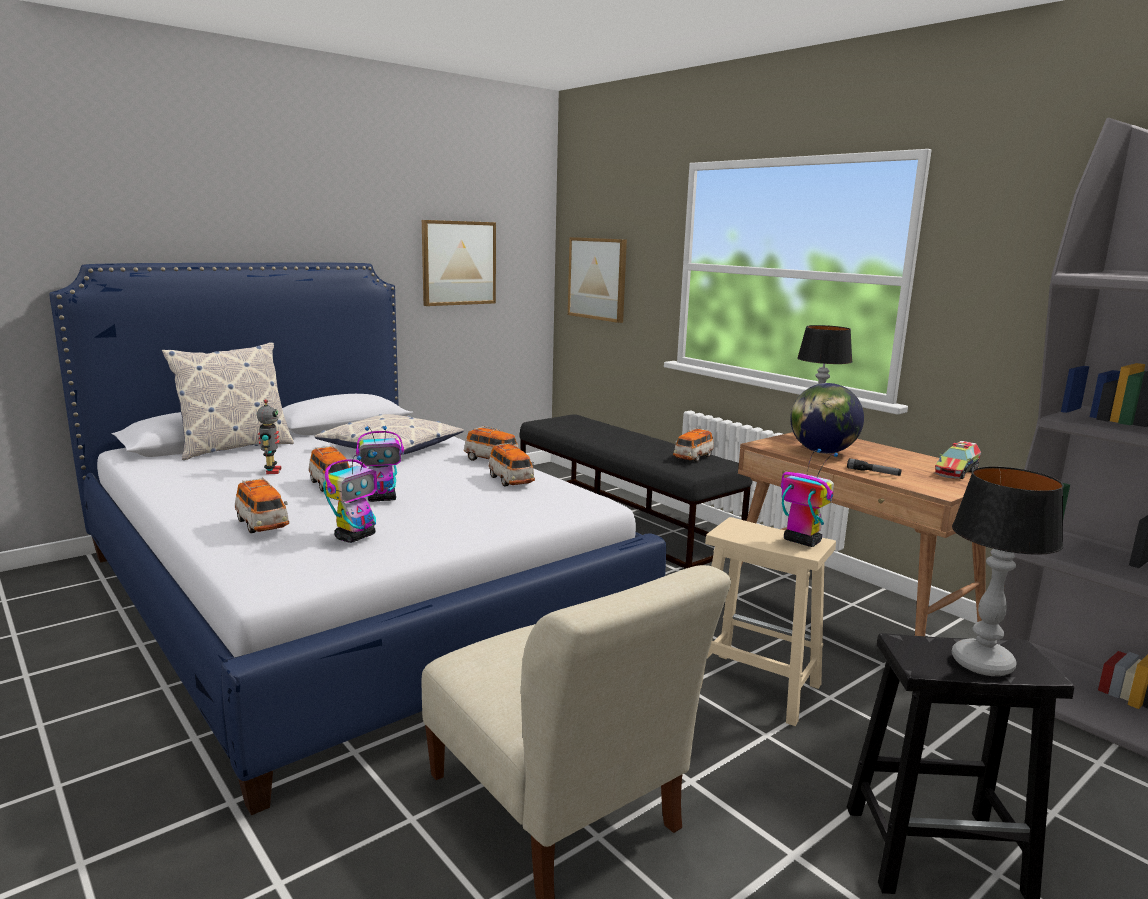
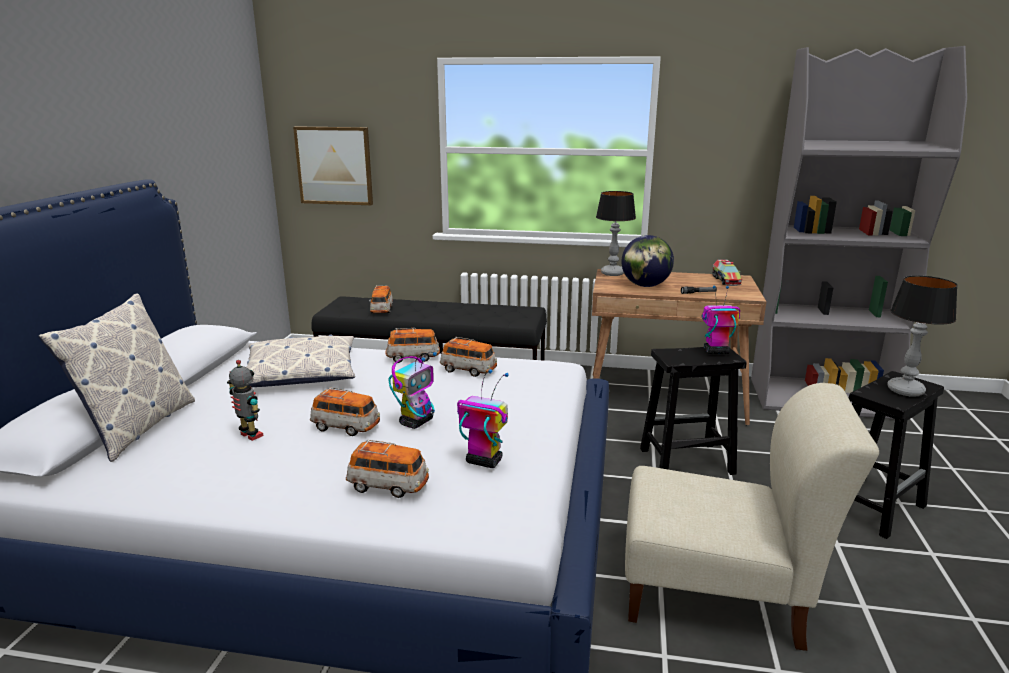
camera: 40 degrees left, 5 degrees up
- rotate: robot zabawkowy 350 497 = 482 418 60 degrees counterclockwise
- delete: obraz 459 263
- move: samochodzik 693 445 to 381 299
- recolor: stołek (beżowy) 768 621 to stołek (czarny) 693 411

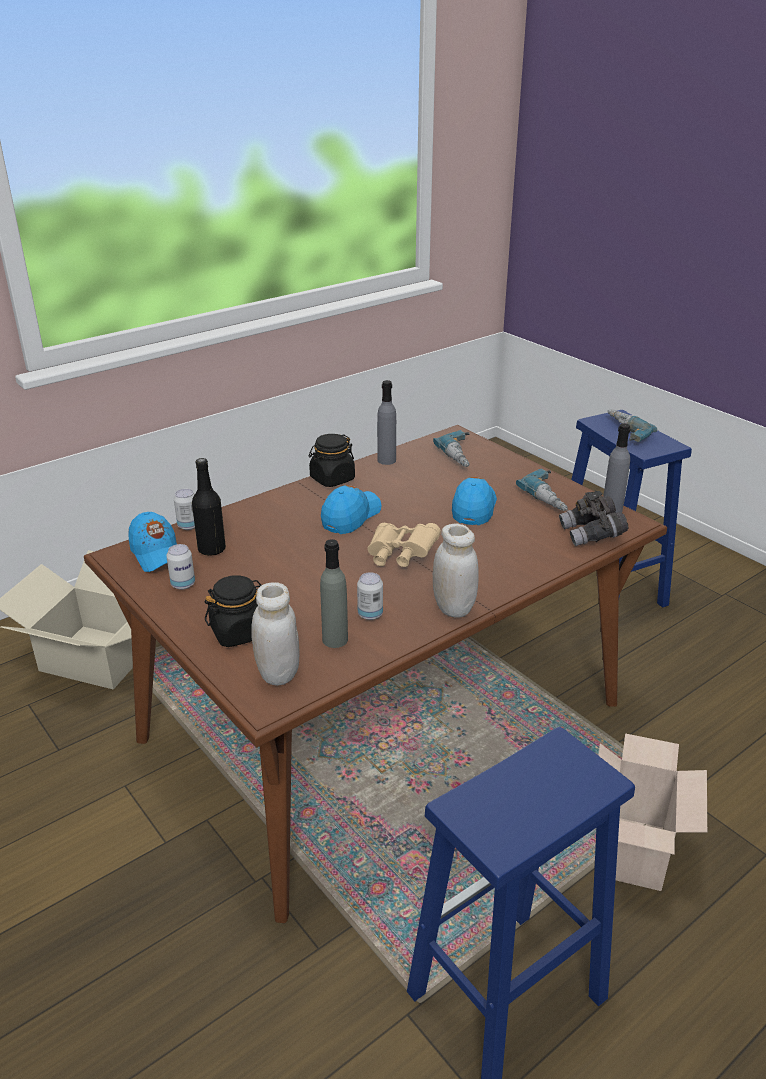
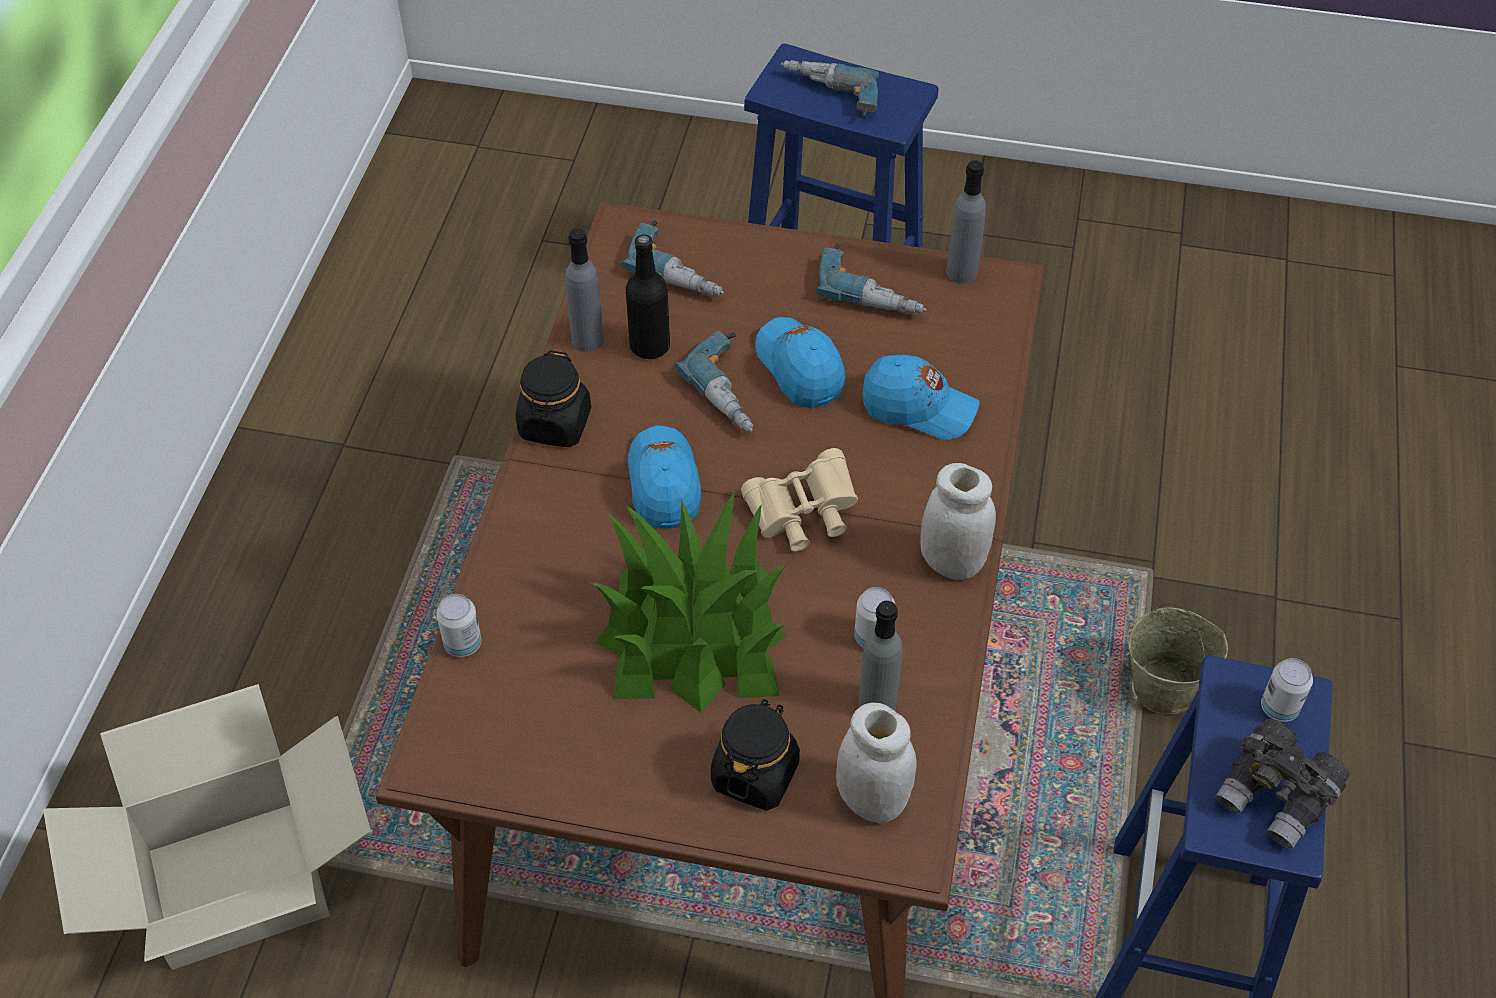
camera: 40 degrees left, 20 degrees up
- move: czapka z daszkiem (niebieski) 153 542 to 921 397
- move: puszka 180 567 to 1287 690
- move: butelka (czarny) 209 507 to 648 296
- move: lornetka (szary) 593 518 to 1282 784
- replace: karton 652 812 to wiadro (beżowy) 1178 659
- insert: roślina doniczkowa 689 601
- insert: wiertarka 714 381

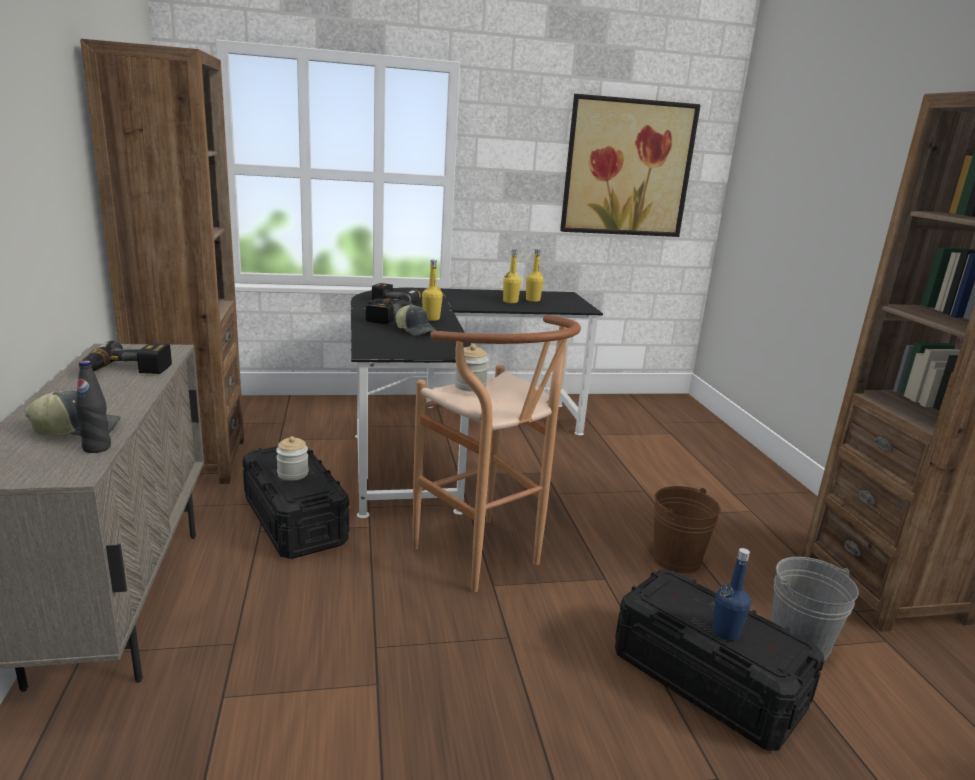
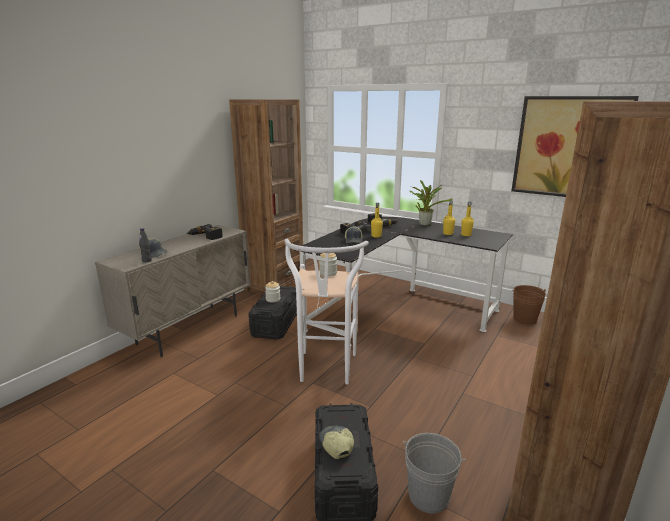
camera: 45 degrees right, 0 degrees up
- recolor: stołek (brązowy) 497 453 to stołek (biały) 327 311
- move: wiadro (brązowy) 686 529 to 529 305
- replace: butelka (niebieski) 731 594 to czapka z daszkiem 336 442
- insert: roślina doniczkowa 431 203

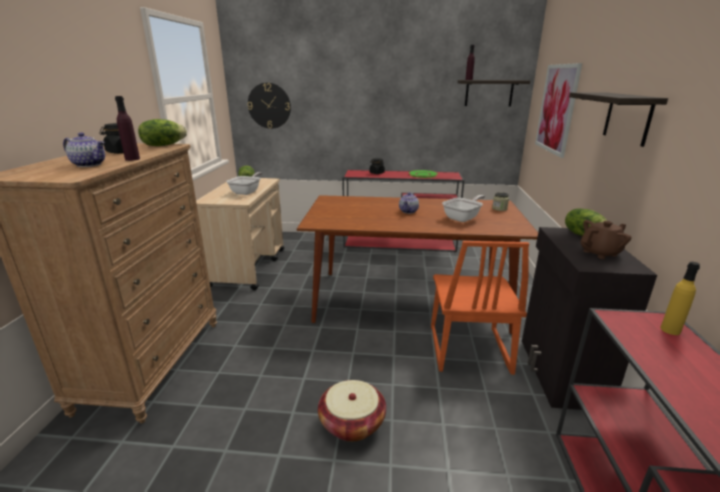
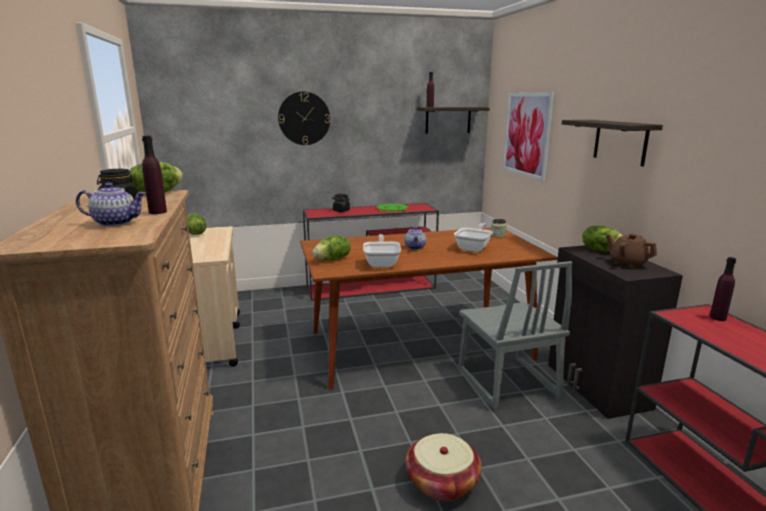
camera: 20 degrees left, 5 degrees down
- move: patelnia 244 183 to 382 251
- move: zegar ścienny 269 106 to 304 118
- recolor: krzesło (pomarańczowy) 480 308 to krzesło (szary) 515 335
- rotate: imbryk (brązowy) 605 239 = 631 251 90 degrees counterclockwise
- recolor: butelka (żółty) 680 298 to butelka (fioletowy) 723 289
- insert: sałata 331 248

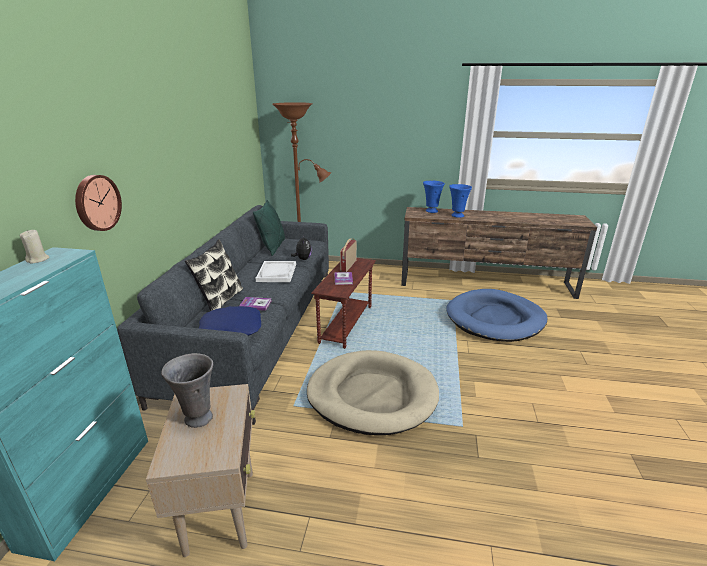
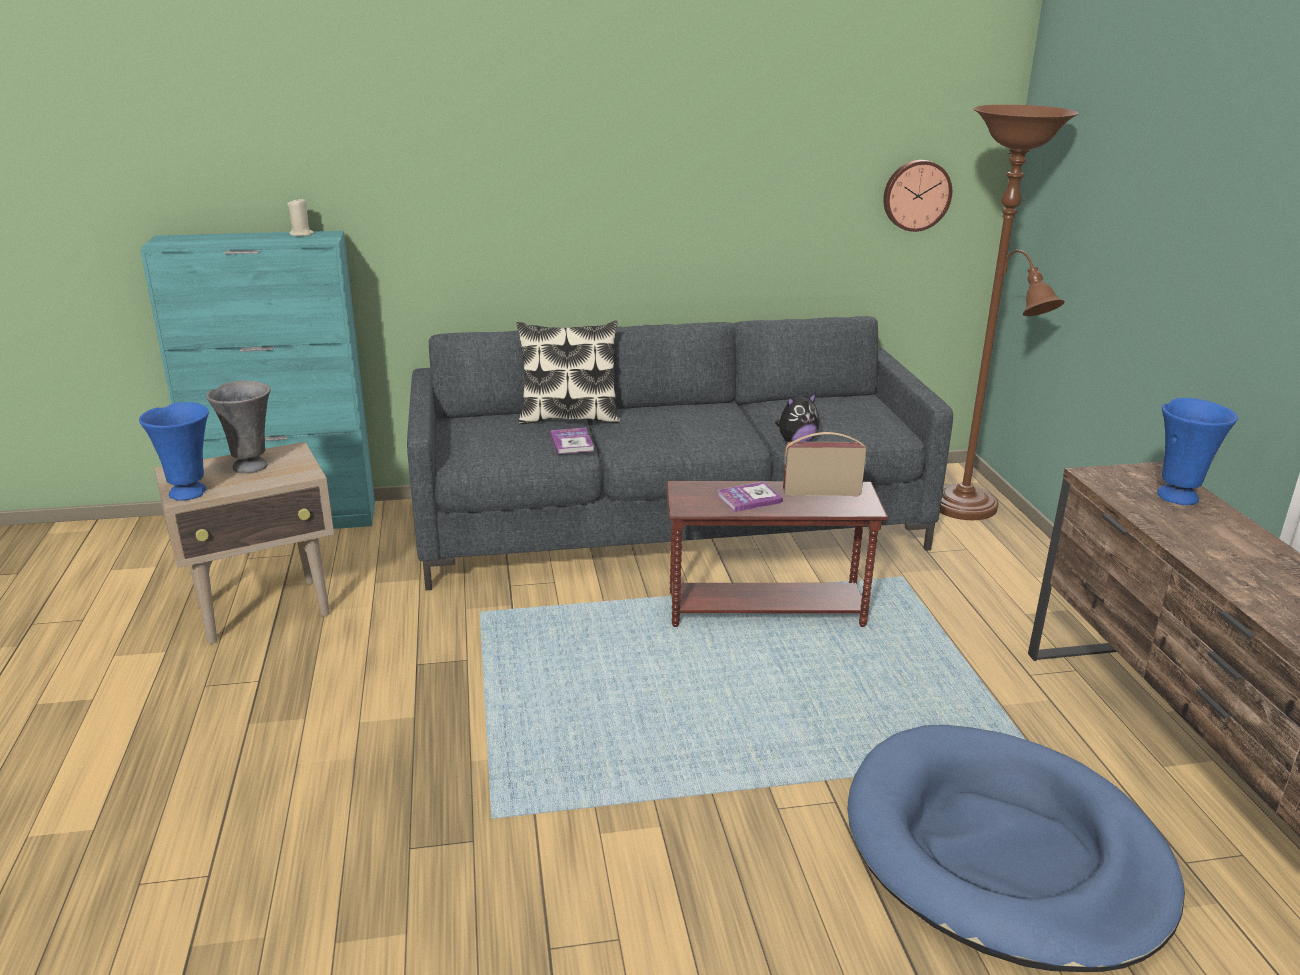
camera: 70 degrees right, 0 degrees up
- move: zegar ścienny 98 203 to 917 196
- delete: poduszka (niebieski) 230 321
- delete: poduszka (zielony) 269 228
- delete: taca (biały) 276 271
- delete: legowisko (beżowy) 373 392
- move: wazon (niebieski) 460 201 to 174 451

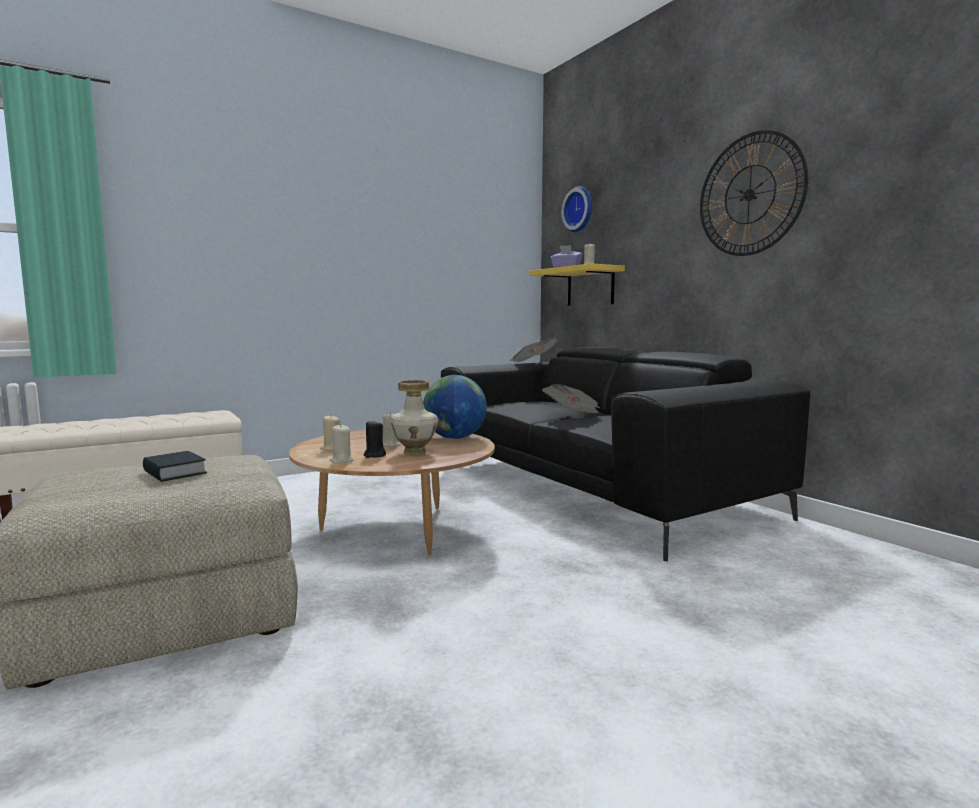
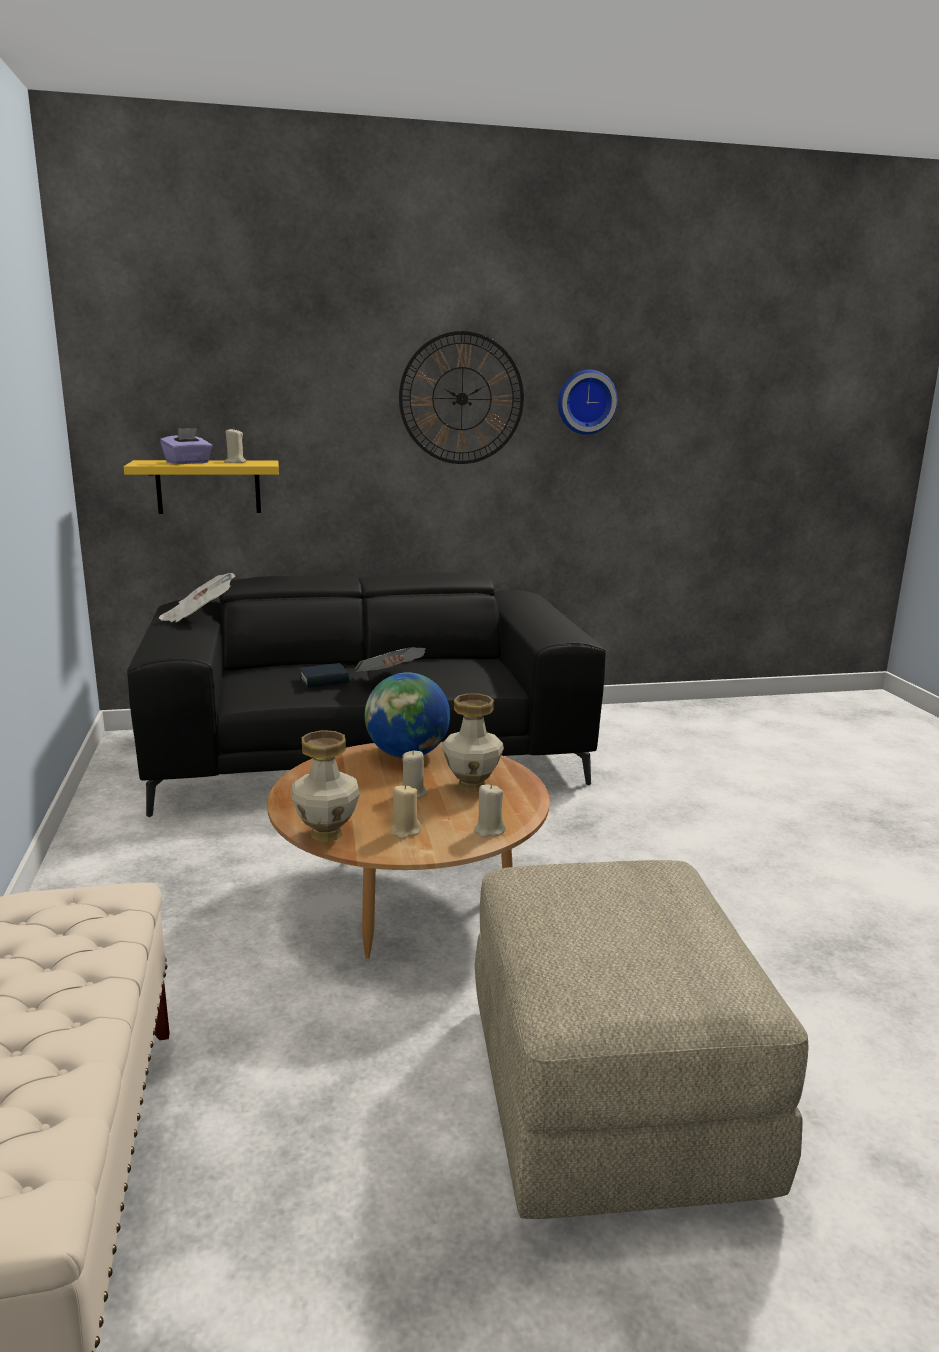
camera: 70 degrees left, 10 degrees up
- move: książka 175 466 to 324 675
- delete: świeca (czarny) 375 439
- move: zegar ścienny 576 209 to 588 402
- insert: wazon 325 786

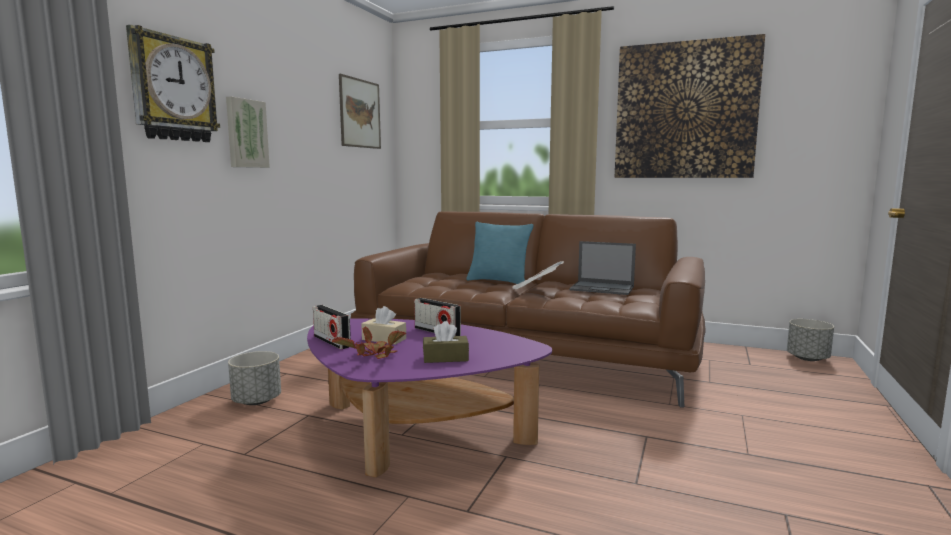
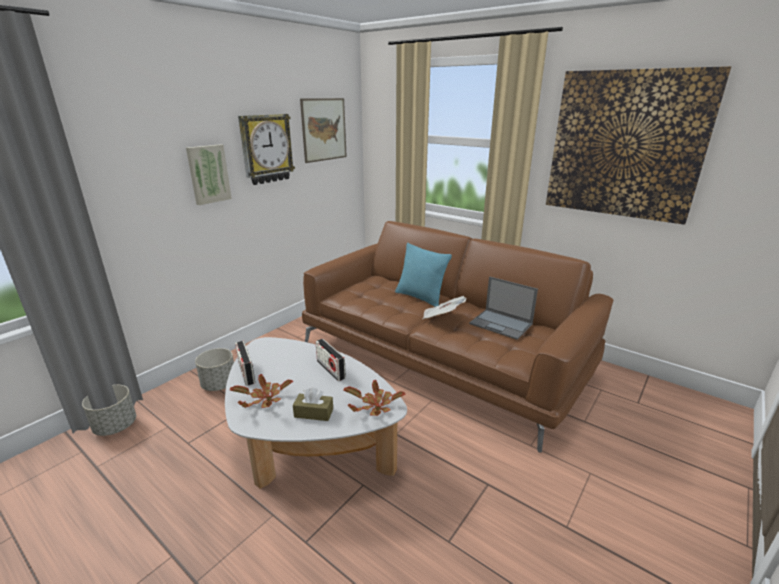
camera: 15 degrees right, 15 degrees up
- move: zegar ścienny 173 83 to 266 149
- recolor: ława (fioletowy) 429 398 to ława (biały) 316 413
- delete: pudełko chusteczek (beżowy) 383 325
- move: donica (szary) 810 340 to 109 410
- insert: roślina doniczkowa 374 398

